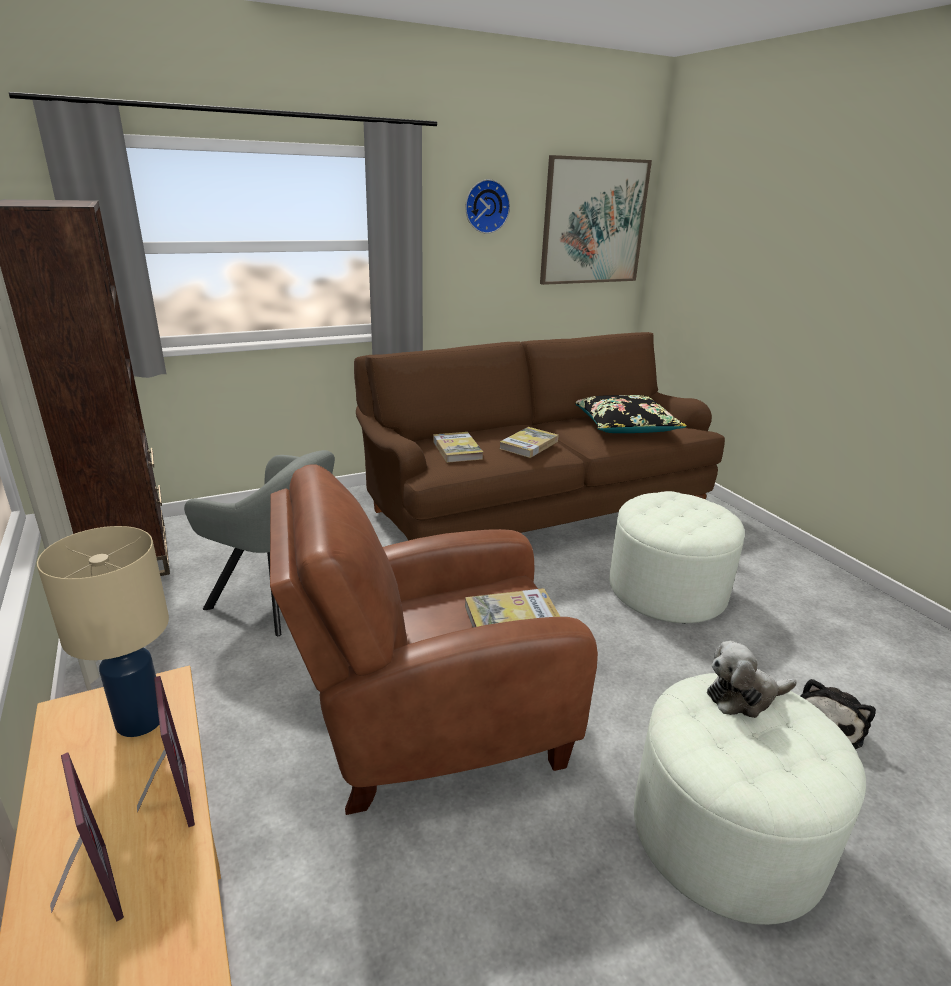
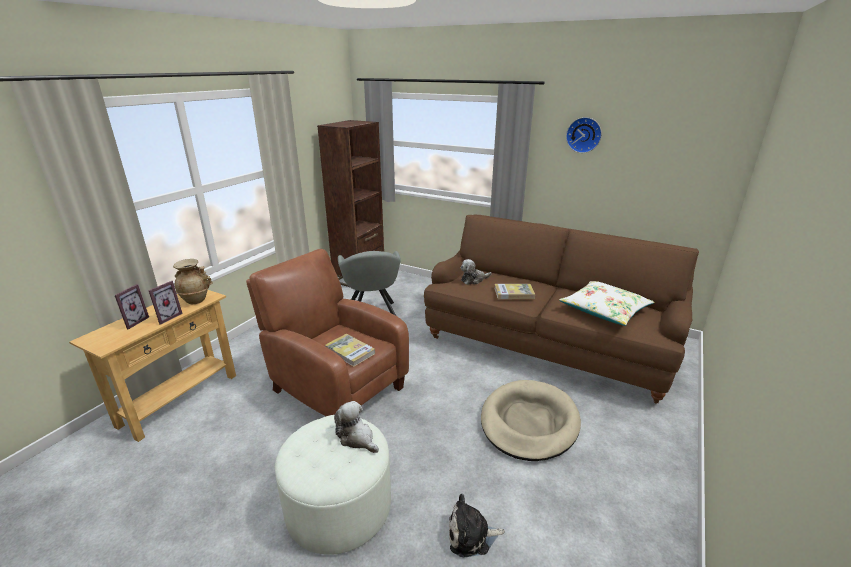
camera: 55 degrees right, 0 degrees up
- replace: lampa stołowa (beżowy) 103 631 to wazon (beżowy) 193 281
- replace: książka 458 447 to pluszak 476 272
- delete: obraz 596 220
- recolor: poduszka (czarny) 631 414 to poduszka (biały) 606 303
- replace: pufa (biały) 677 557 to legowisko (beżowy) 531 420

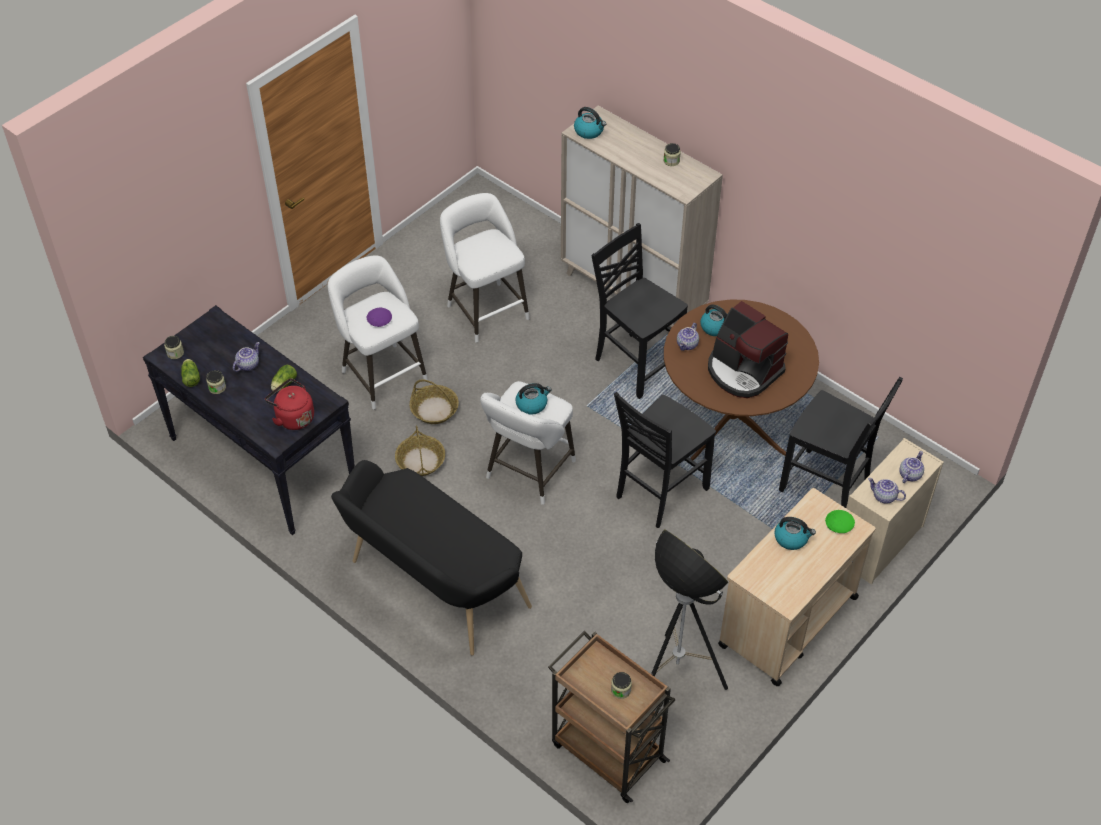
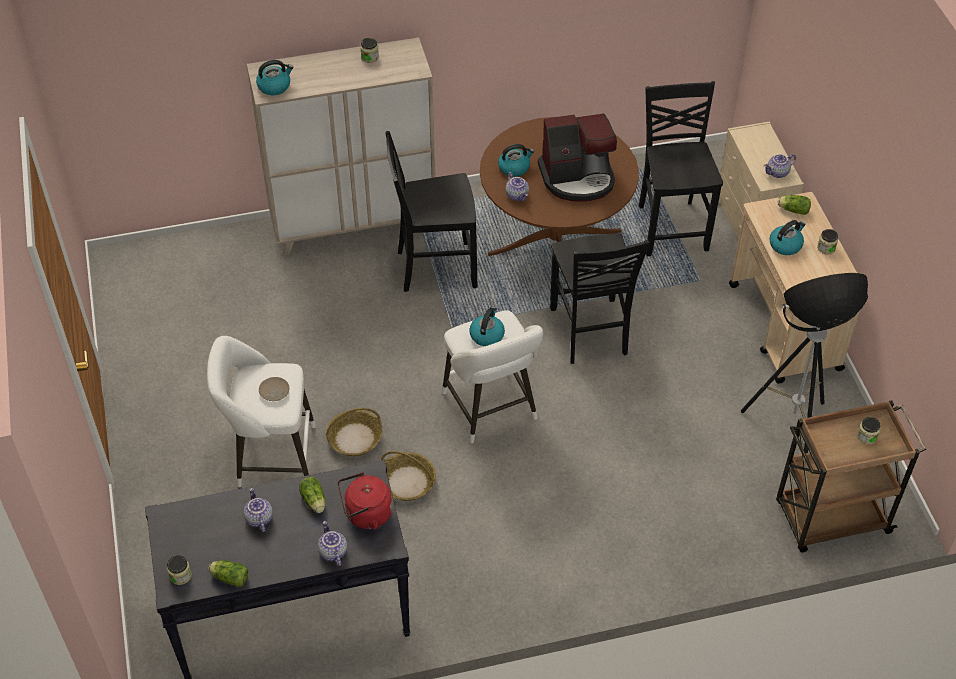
camera: 55 degrees left, 0 degrees up
- move: słoik 216 382 to 827 241
- delete: ławka (czarny) 431 557
- recolor: talerz (fioletowy) 379 317 to talerz (beżowy) 274 389
- delete: stołek (biały) 485 268
- rotate: krzesło (czarny) 841 442 = 681 168 75 degrees counterclockwise
- replace: talerz (zielony) 840 521 to sałata 794 205
- move: imbryk 911 467 to 332 543

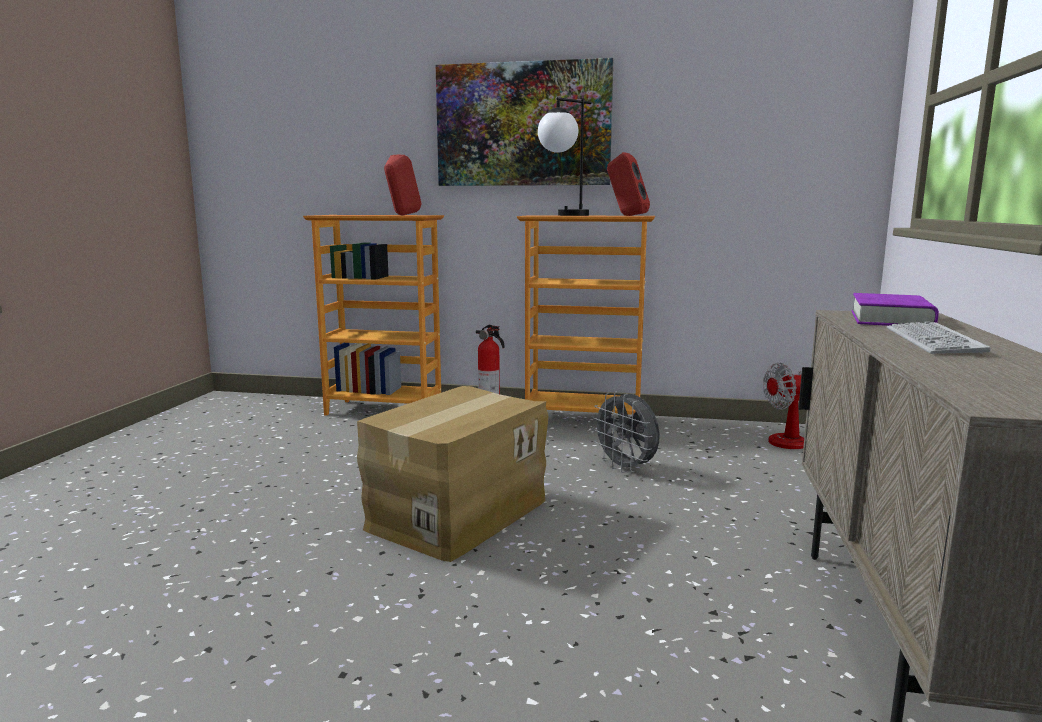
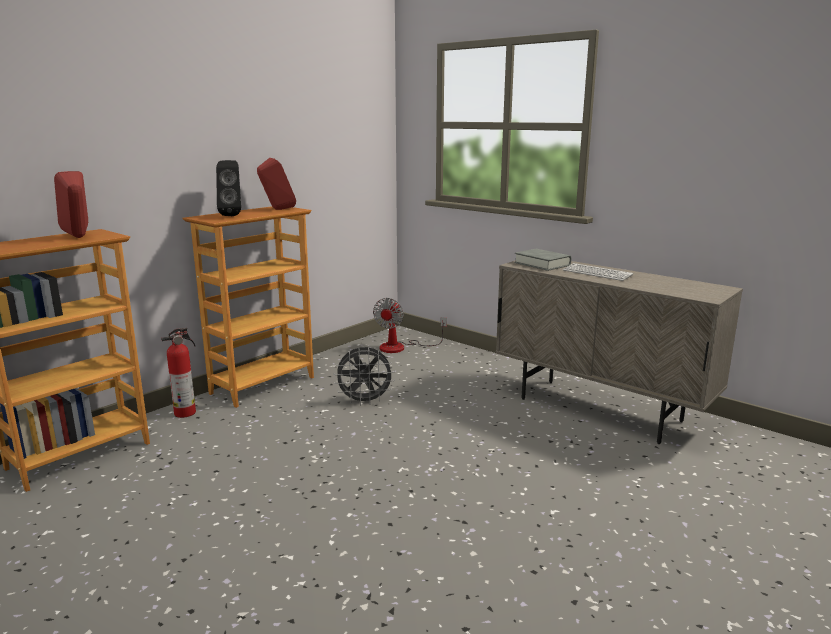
camera: 60 degrees left, 5 degrees up
- delete: karton 452 474
- delete: obraz 524 122
- replace: lampa stołowa 565 156 to głośnik (czarny) 228 188
- recolor: książka (fioletowy) 895 309 to książka (szary) 542 260

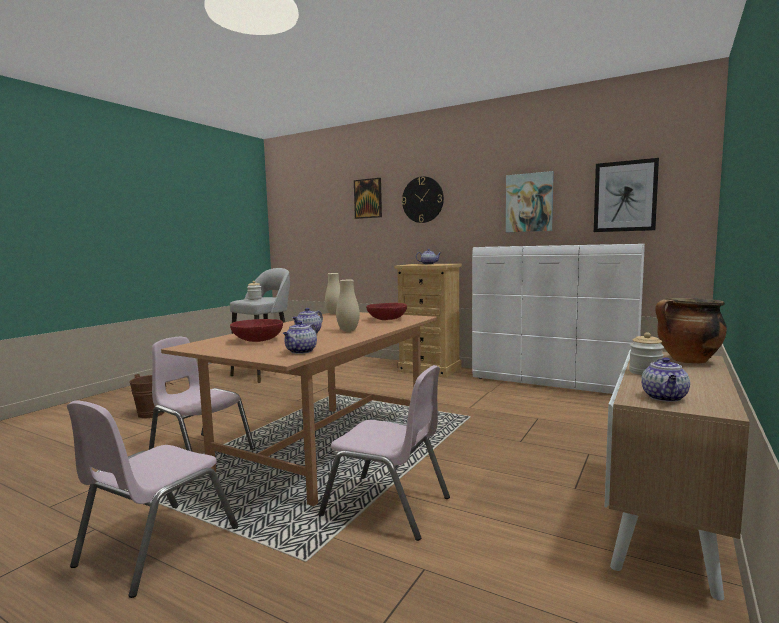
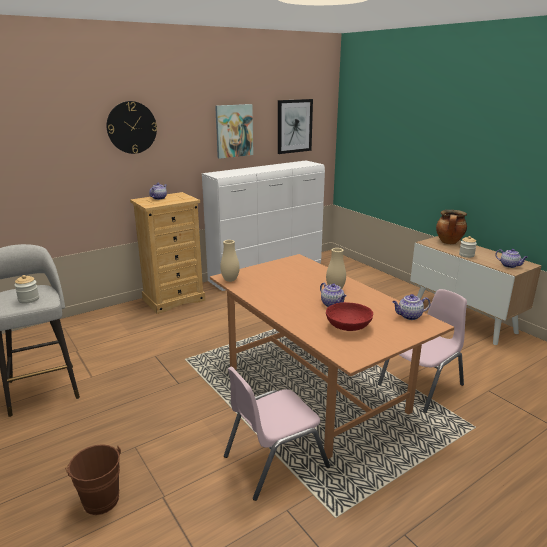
camera: 65 degrees left, 15 degrees up
- delete: krzesło (różowy) 153 499
- rotate: imbryk 300 337 = 411 307 120 degrees clockwise
- delete: obraz 368 198
- delete: miska (czerwony) 386 311

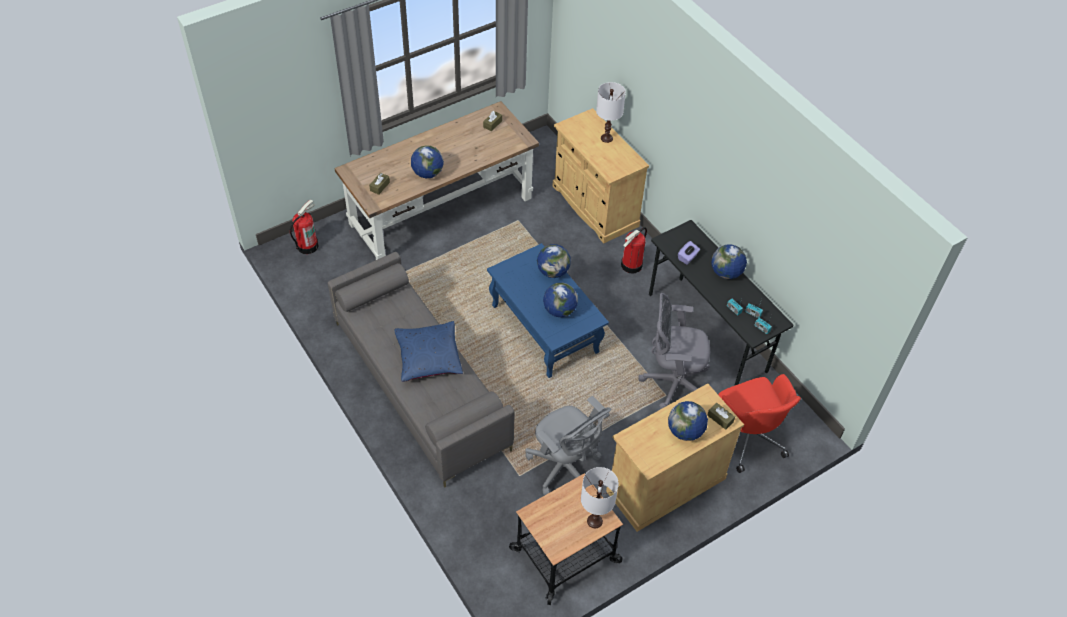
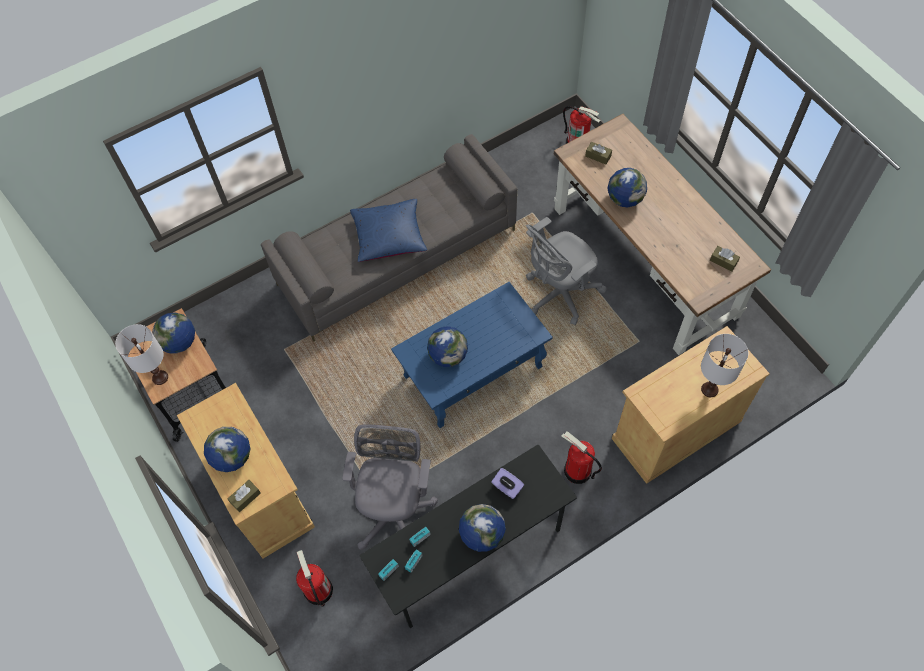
camera: 95 degrees right, 10 degrees up
- move: krzesło biurowe (szary) 569 445 to 566 271
- move: globus 554 261 to 173 333
- replace: krzesło biurowe (czerwony) 759 423 to gaśnica 314 578

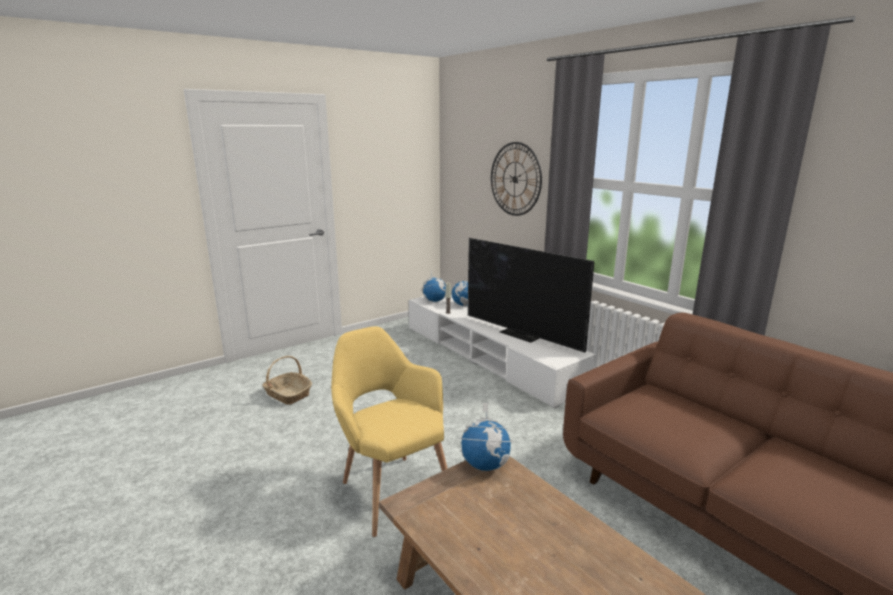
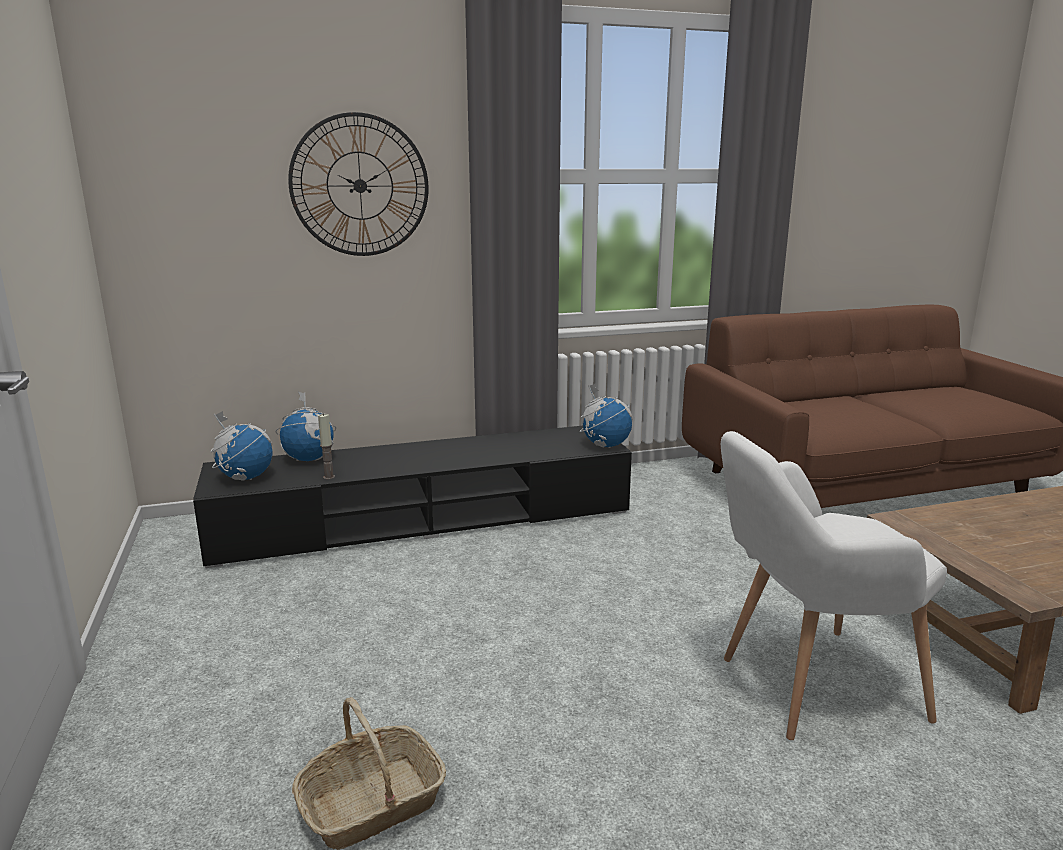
camera: 70 degrees left, 0 degrees up
- recolor: fotel (żółty) 389 431 to fotel (biały) 834 585
- recolor: szafka pod telewizor (biały) 502 352 to szafka pod telewizor (czarny) 412 497
- move: globus 486 436 to 606 415
- delete: telewizor 531 295

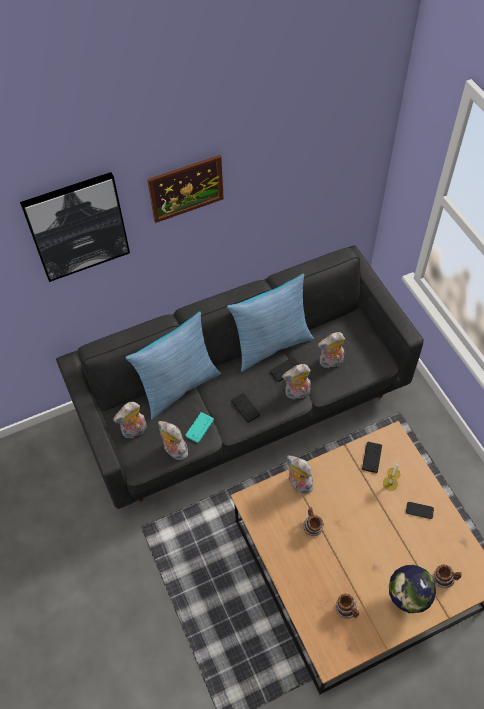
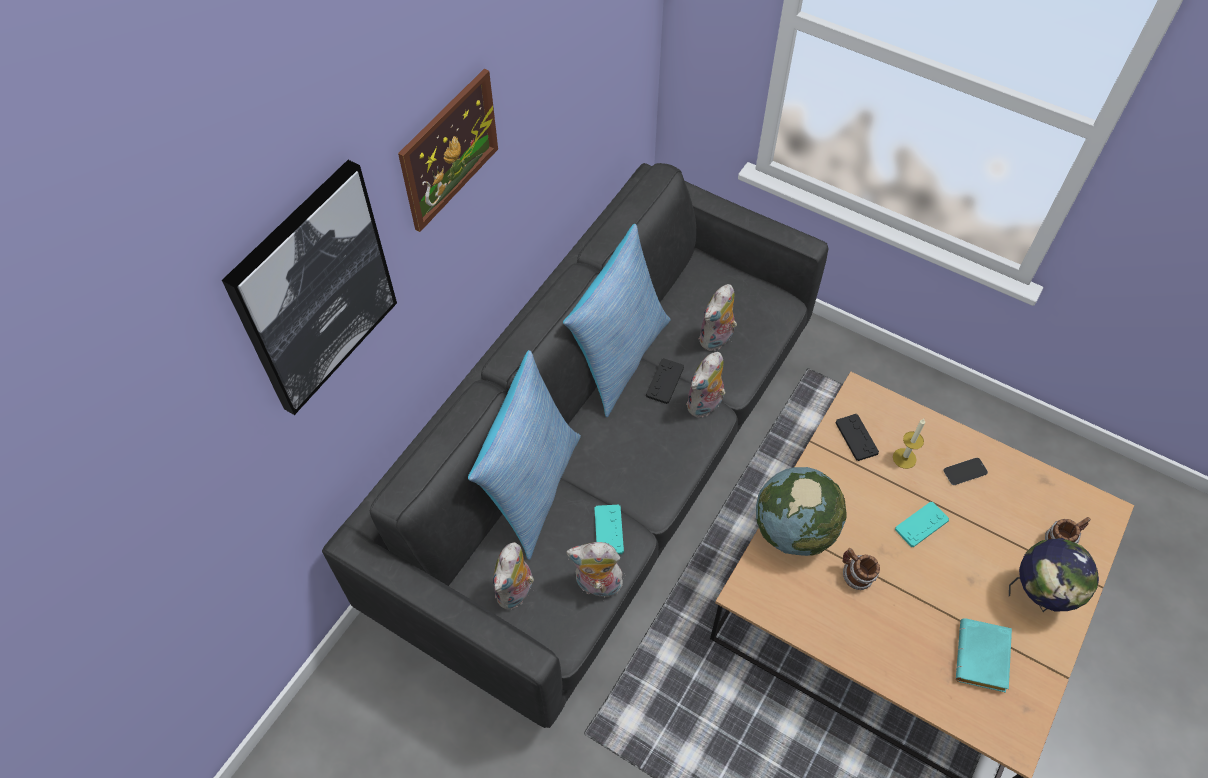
camera: 35 degrees left, 0 degrees up
- delete: pad do gier (czarny) 245 408
- replace: pluszak 300 475 to globus 801 511
- replace: kubek 347 606 to książka (turkusowy) 984 655
- insert: pad do gier (turkusowy) 922 524

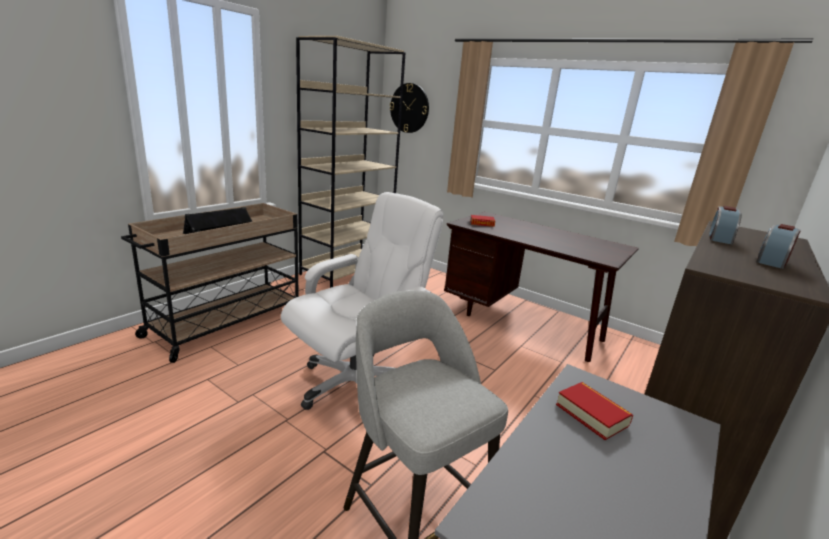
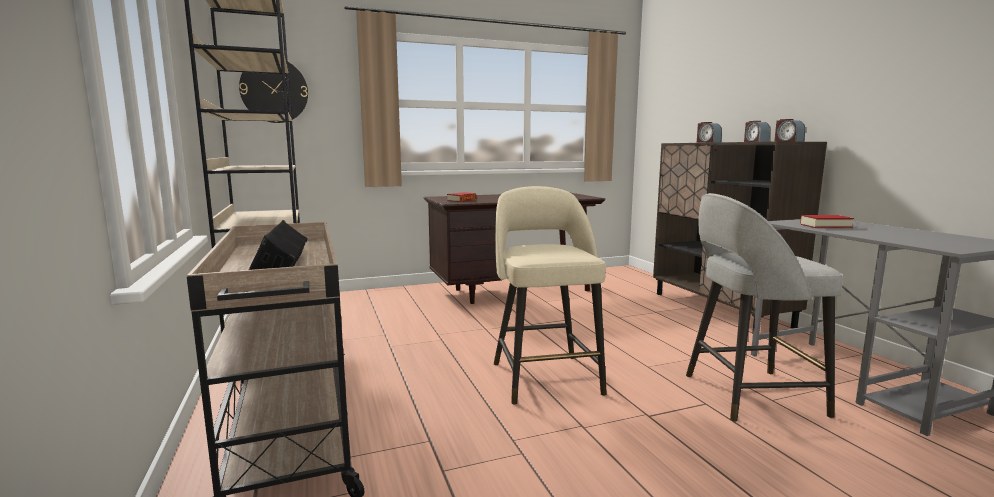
camera: 55 degrees left, 10 degrees down
- replace: krzesło biurowe (biały) 362 301 to stołek (beżowy) 550 295
- insert: budzik 789 130

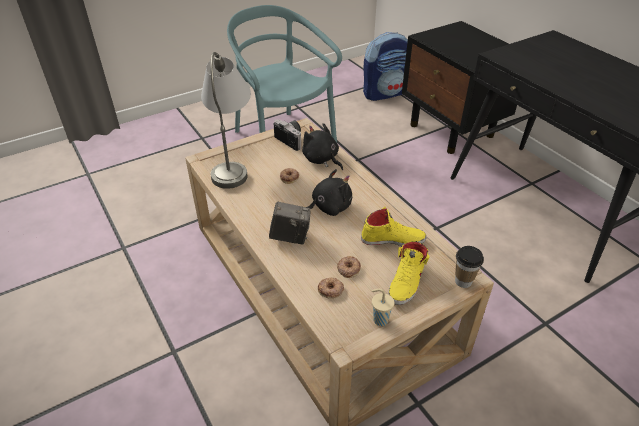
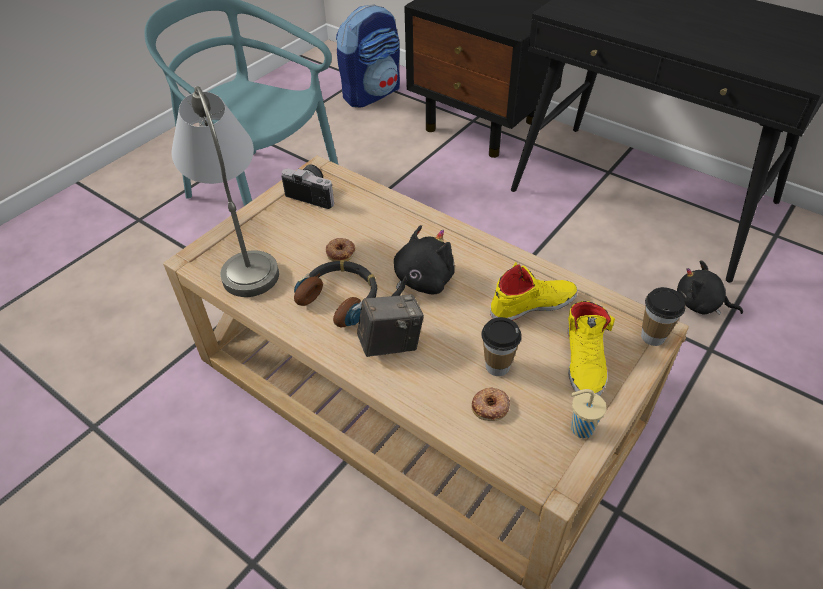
camera: 20 degrees left, 5 degrees up
- move: pluszak (czarny) 322 146 to 710 287
- replace: donut 349 267 to filiżanka 501 346
- insert: słuchawki 335 293

